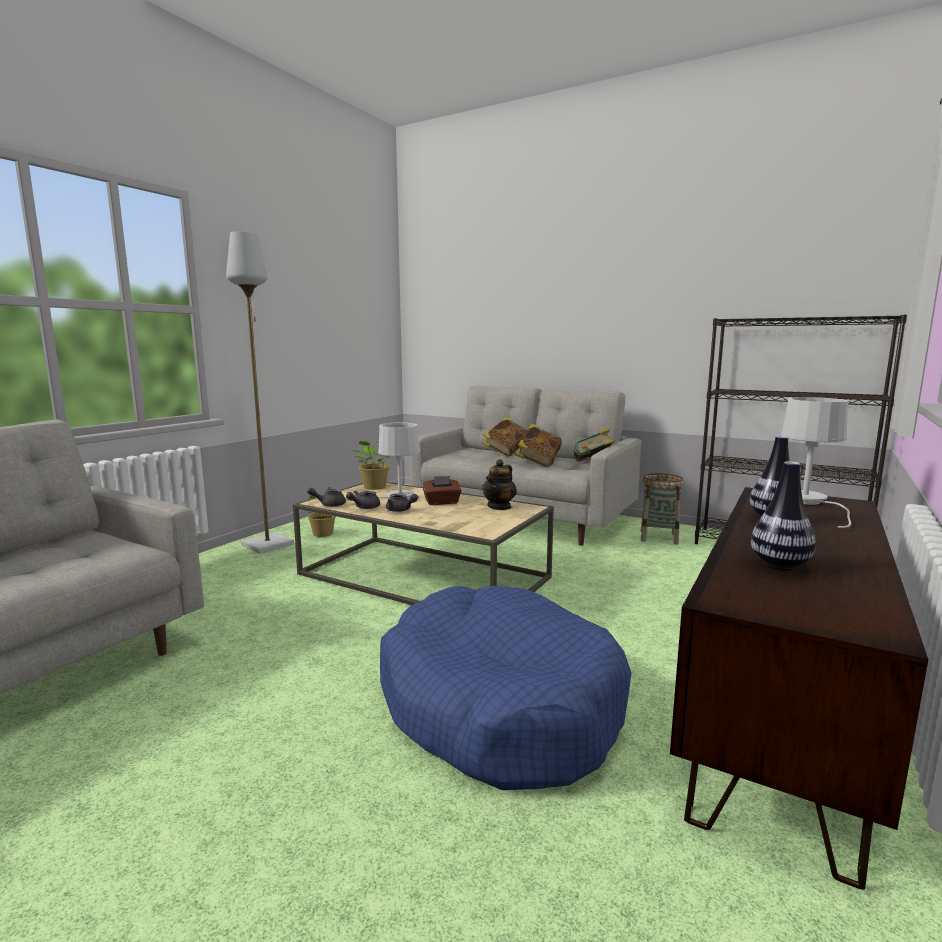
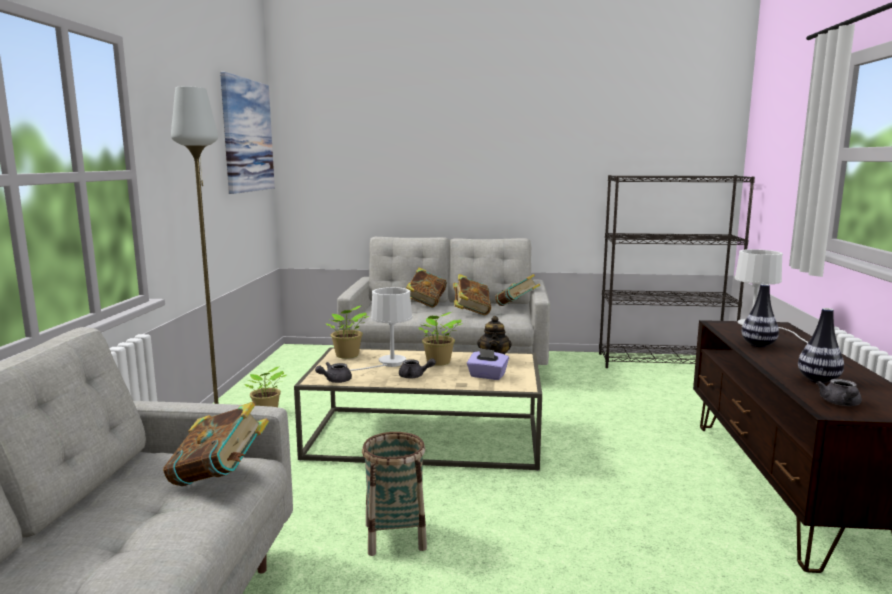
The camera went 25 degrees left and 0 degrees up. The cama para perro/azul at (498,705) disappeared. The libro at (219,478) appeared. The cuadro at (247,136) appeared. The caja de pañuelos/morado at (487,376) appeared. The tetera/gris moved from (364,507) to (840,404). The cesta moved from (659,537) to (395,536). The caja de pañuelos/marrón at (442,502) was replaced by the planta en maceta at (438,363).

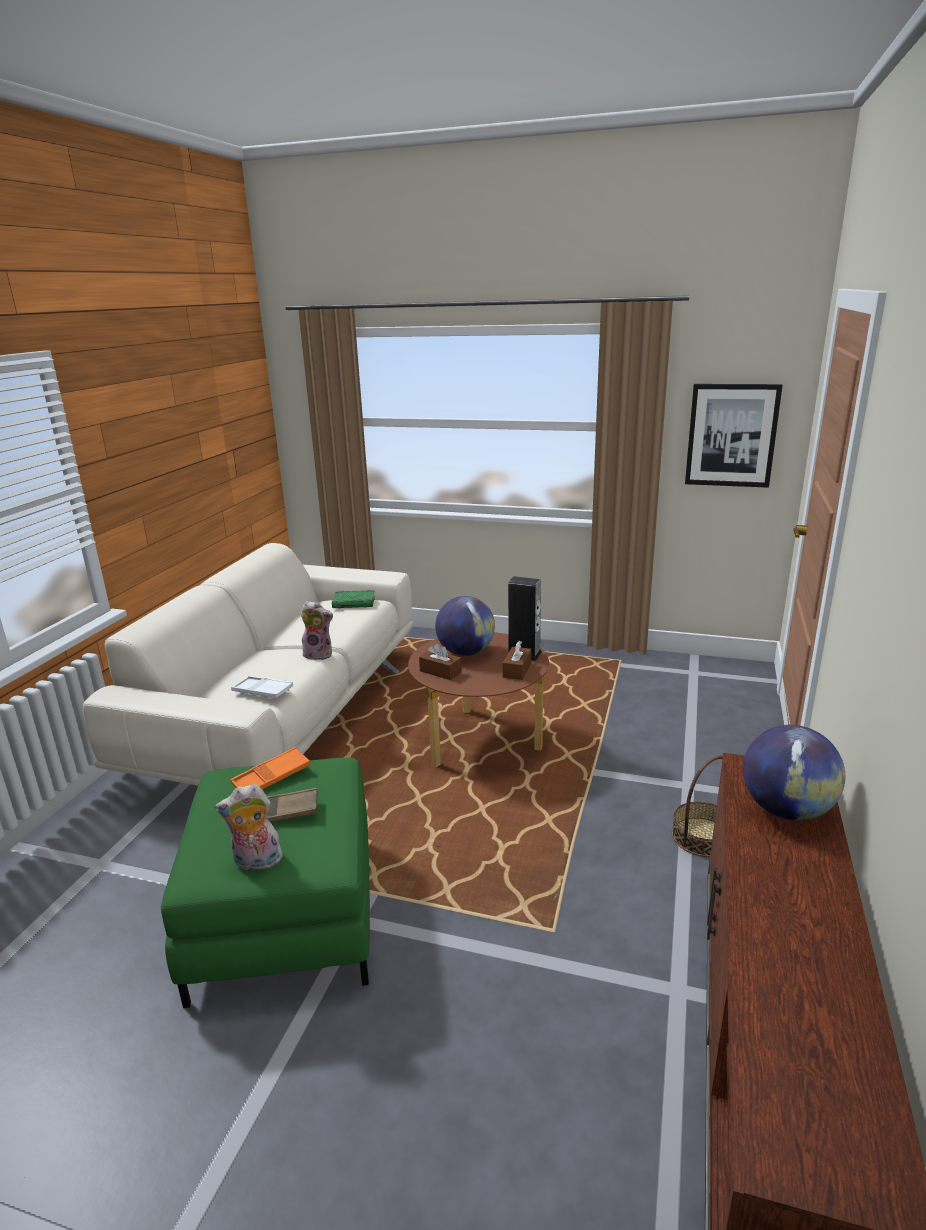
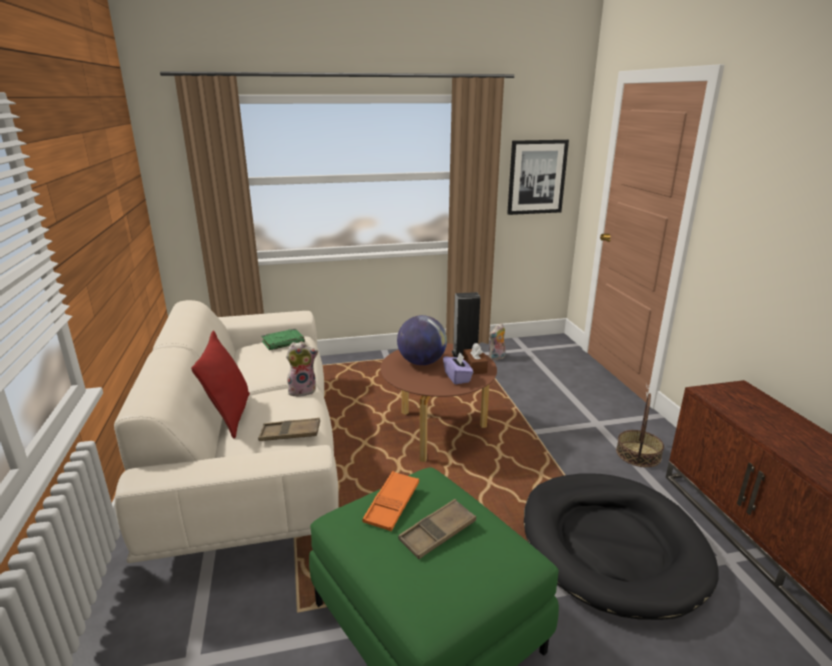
The camera went 30 degrees left and 0 degrees up. The caja de pañuelos/marrón at (440,671) disappeared. The globo terráqueo at (786,810) disappeared. The cojín/rojo at (230,415) appeared. The caja de pañuelos/morado at (457,377) appeared. The cama para perro/negro at (611,545) appeared. The peluche moved from (256,862) to (497,358). The bandeja/blanco at (262,691) became the bandeja/marrón at (290,434).

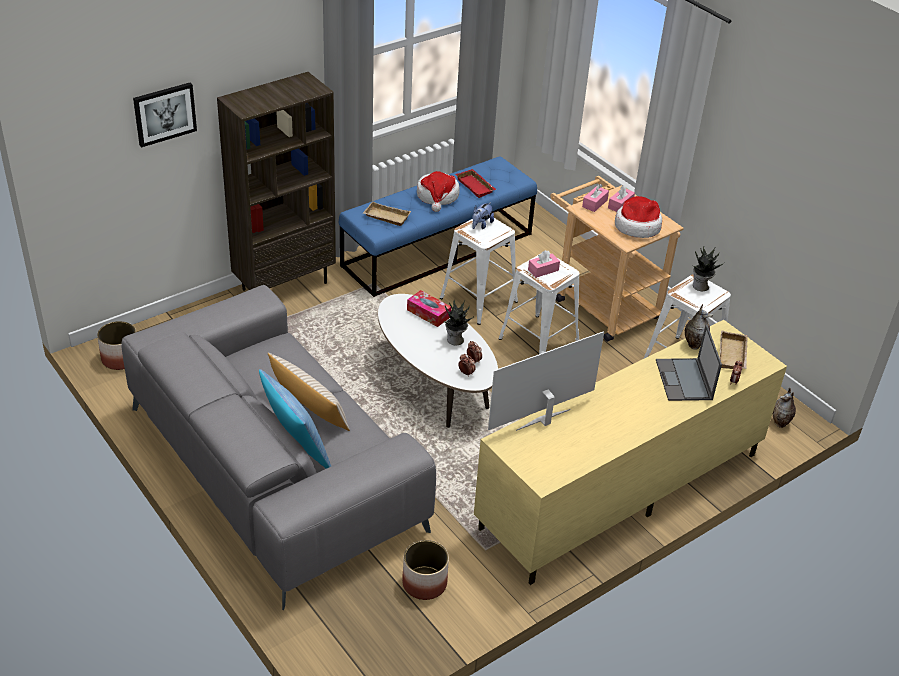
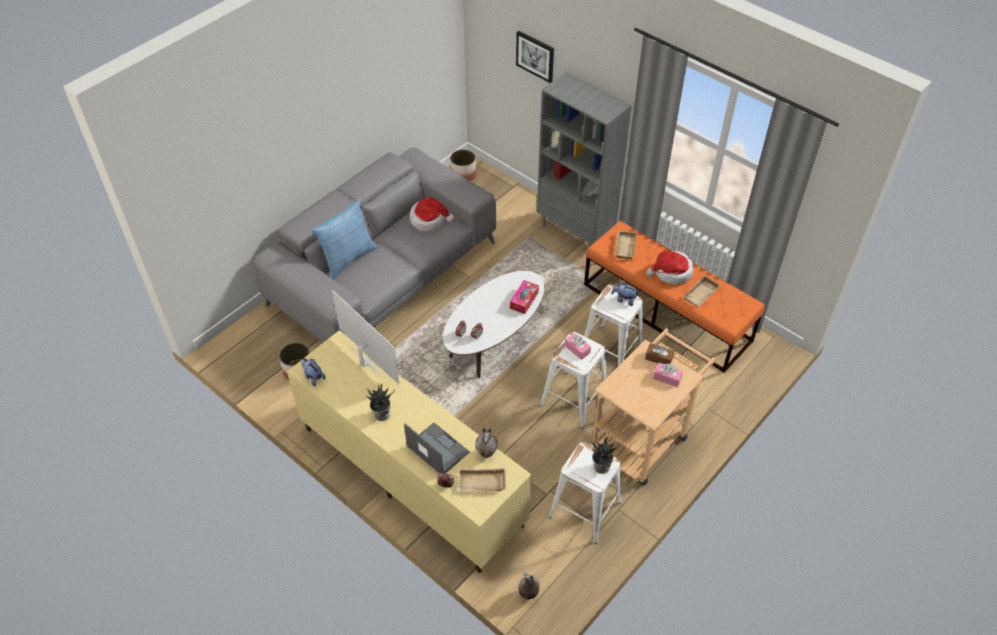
The camera went 80 degrees right and 10 degrees up. The cojín/beis at (309,408) disappeared. The peluche at (313,377) appeared. The planta en maceta moved from (455,340) to (381,414). The sombrero moved from (637,226) to (429,220). The estantería/marrón at (285,285) became the estantería/gris at (575,232). The banco/azul at (438,249) became the banco/naranja at (667,312). The bandeja/rojo at (476,186) became the bandeja/beis at (701,295). The caja de pañuelos/rosa at (594,203) became the caja de pañuelos/marrón at (659,358). The portátil at (684,380) turned 60 degrees clockwise.

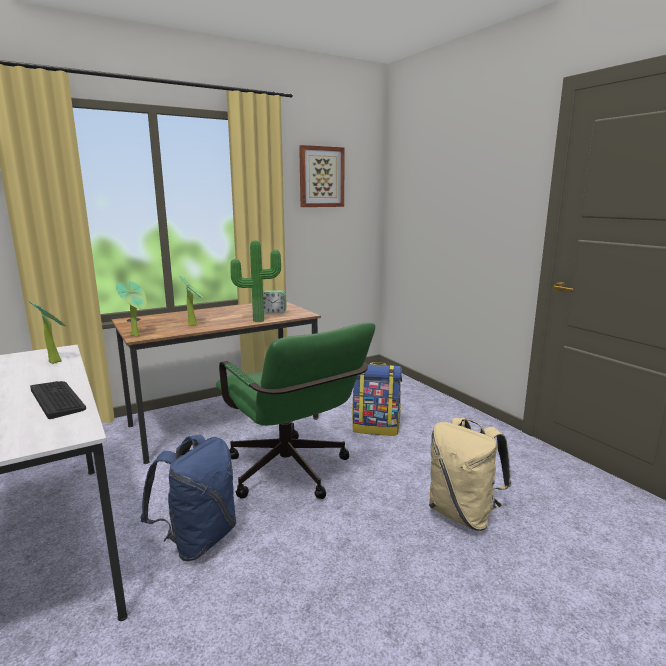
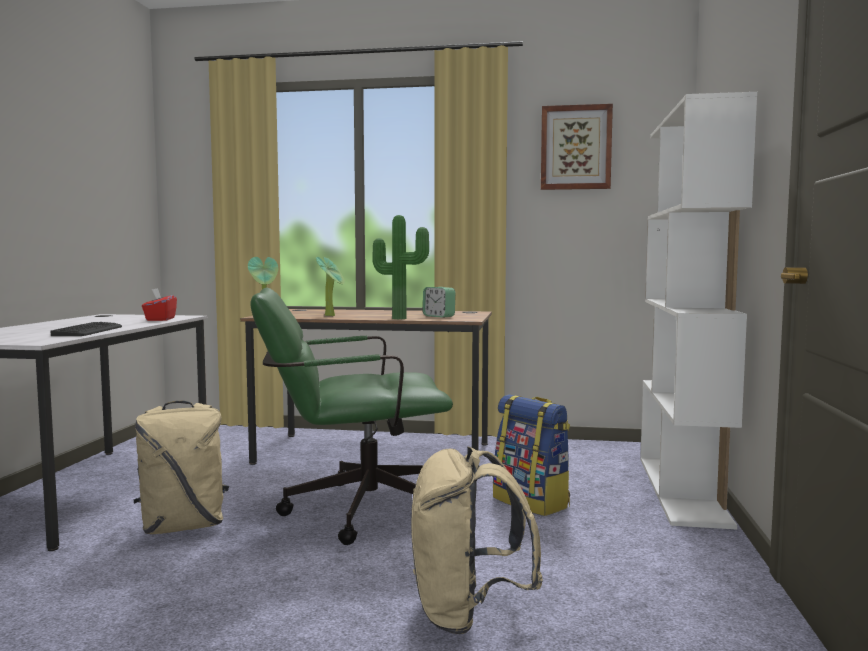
The camera went 40 degrees right and 10 degrees down. The estantería/blanco at (683,490) appeared. The planta en maceta at (56,361) was replaced by the caja de pañuelos/rojo at (160,319). The mochila/azul at (198,540) became the mochila/beis at (183,526). The silla de oficina/verde at (292,475) turned 75 degrees clockwise.

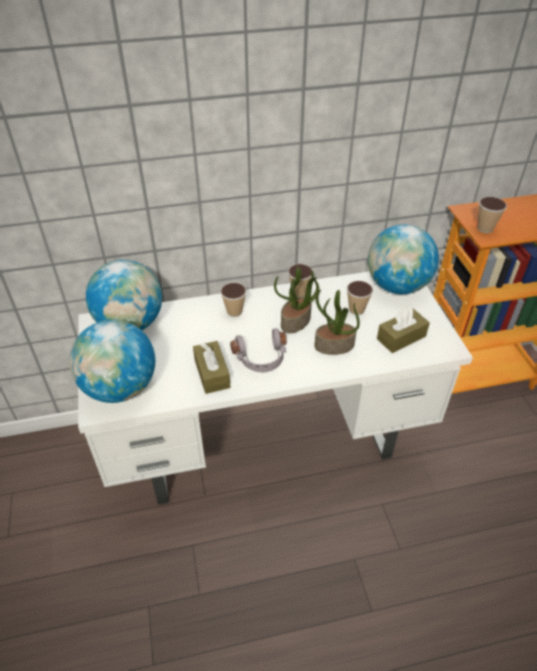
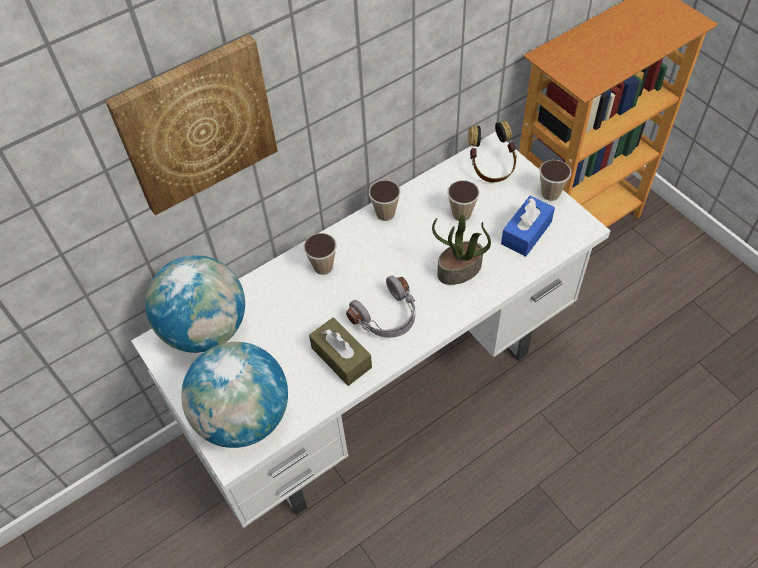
The camera went 20 degrees left and 10 degrees up. The planta en maceta at (296,322) disappeared. The cuadro at (196,124) appeared. The taza moved from (485,228) to (550,194). The globo terráqueo at (397,286) was replaced by the auriculares at (491,167). The caja de pañuelos/marrón at (401,337) became the caja de pañuelos/azul at (526,233).

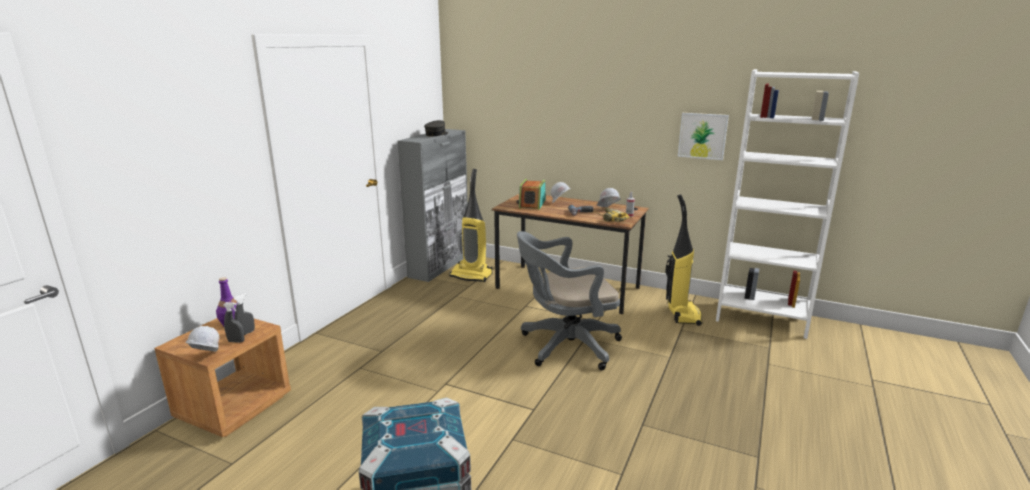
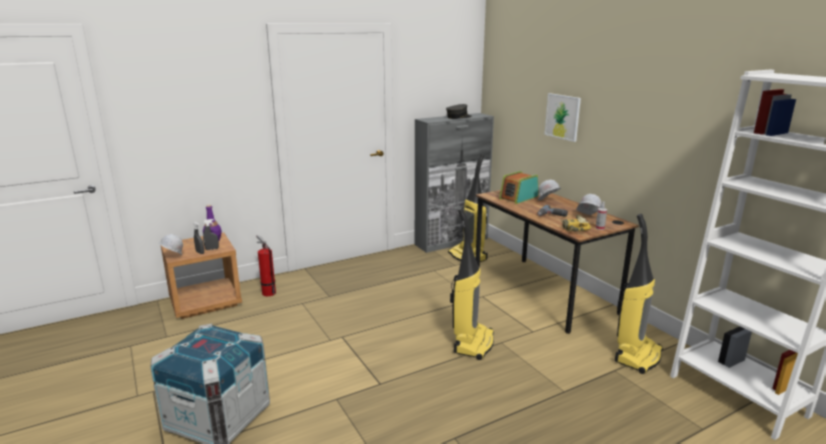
The camera went 35 degrees right and 0 degrees up. The extintor at (268,292) appeared. The cuadro moved from (702,136) to (562,116). The silla de oficina/gris at (565,346) was replaced by the aspiradora at (472,343).

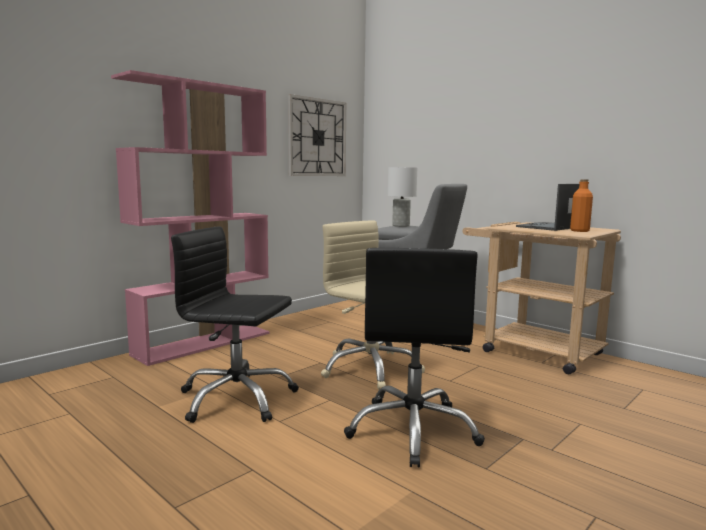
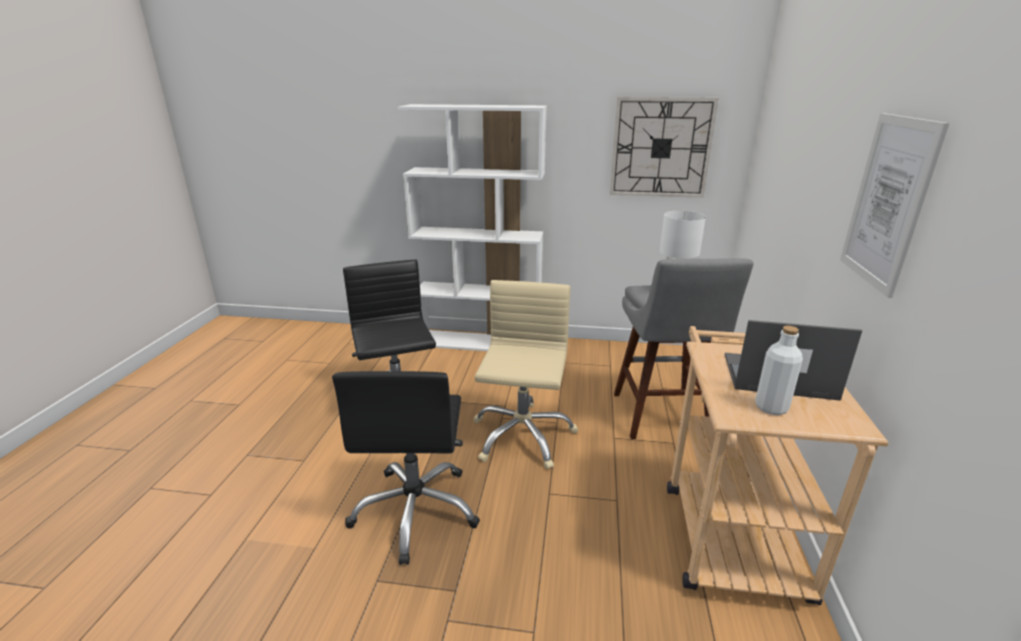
The camera went 55 degrees right and 15 degrees up. The cuadro at (887,202) appeared. The estantería/rosa at (204,343) became the estantería/blanco at (480,342). The botella/naranja at (579,231) became the botella/blanco at (771,407). The silla de oficina/negro at (413,430) turned 60 degrees counterclockwise.

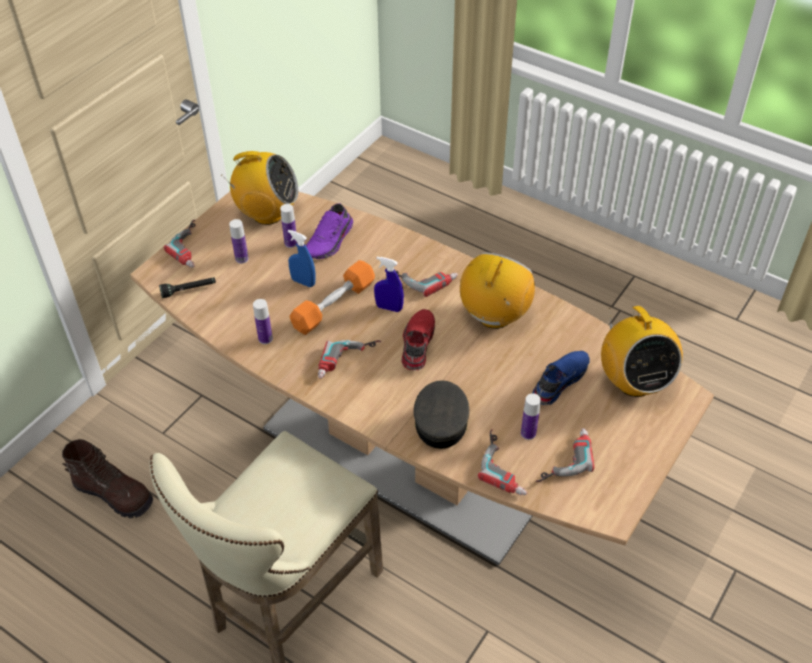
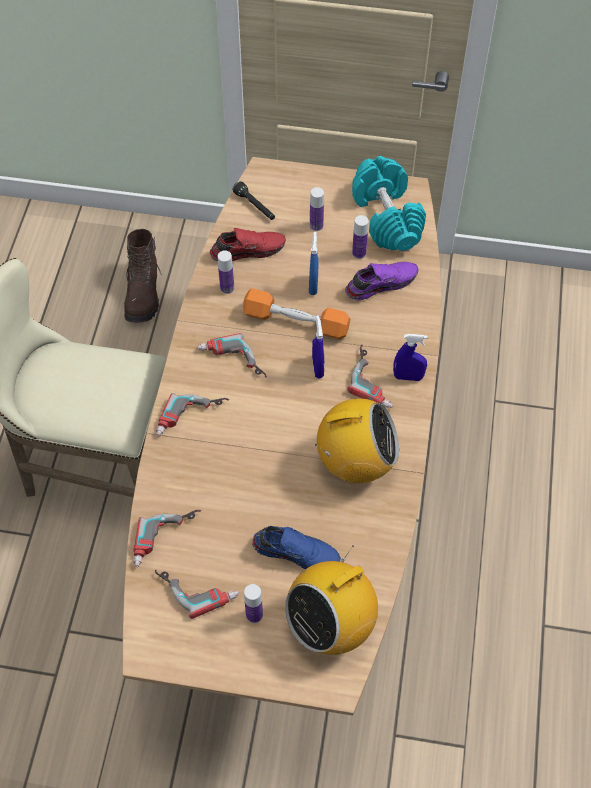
The camera went 65 degrees right and 10 degrees up. The gorra/gris at (441,420) disappeared. The pulverizador/azul at (408,377) appeared. The taladro moved from (193,247) to (191,419). The zapato/rojo moved from (416,344) to (248,249). The botella moved from (528,433) to (254,615). The radio at (267,214) was replaced by the mancuerna/turquesa at (387,217). The zapato/morado at (330,241) turned 150 degrees clockwise.

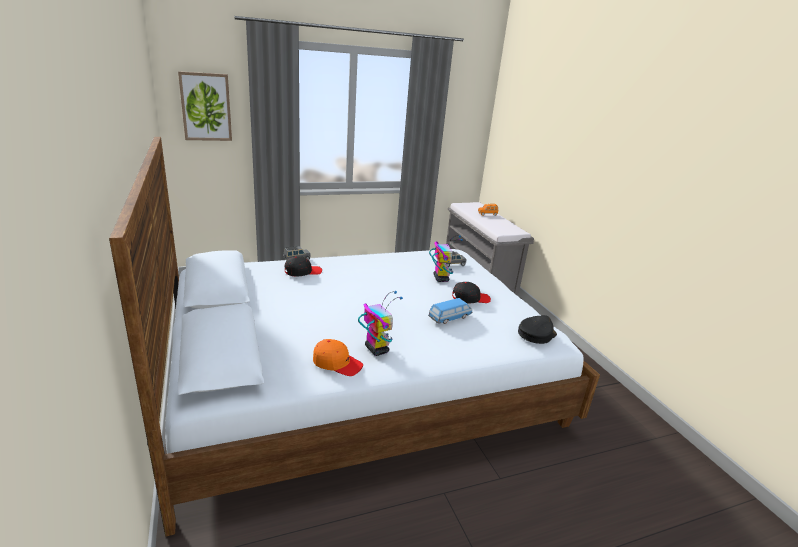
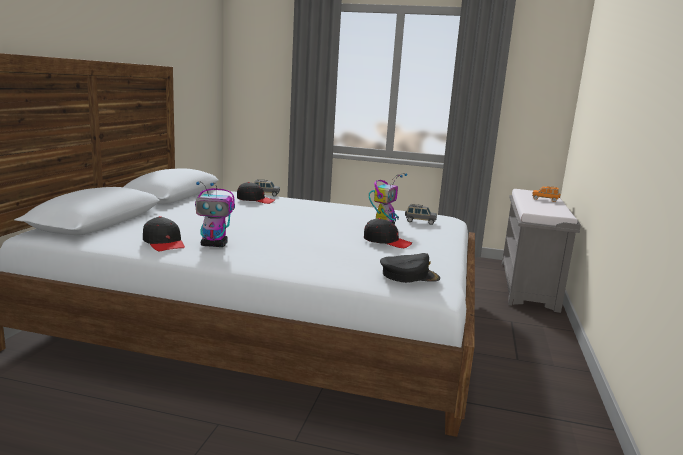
The camera went 35 degrees right and 10 degrees down. The cuadro at (206,107) disappeared. The coche de juguete at (450,317) disappeared. The gorra/naranja at (337,363) became the gorra/negro at (164,243). The robot de juguete at (376,349) turned 90 degrees clockwise.

